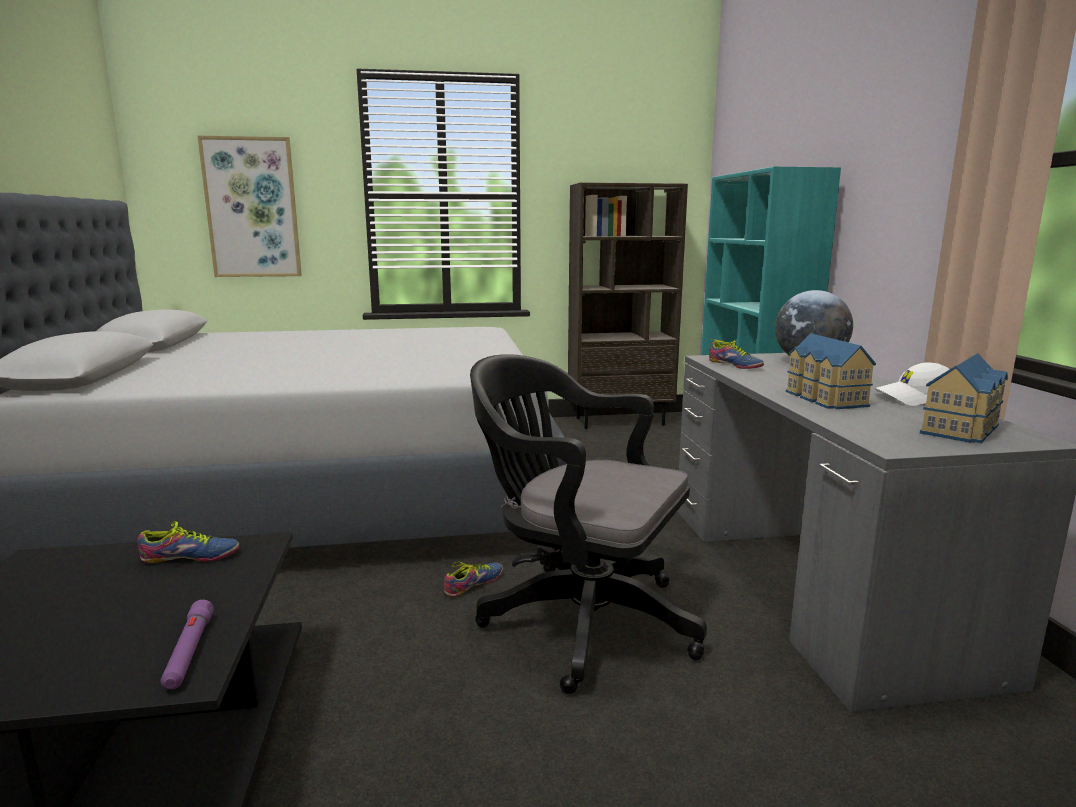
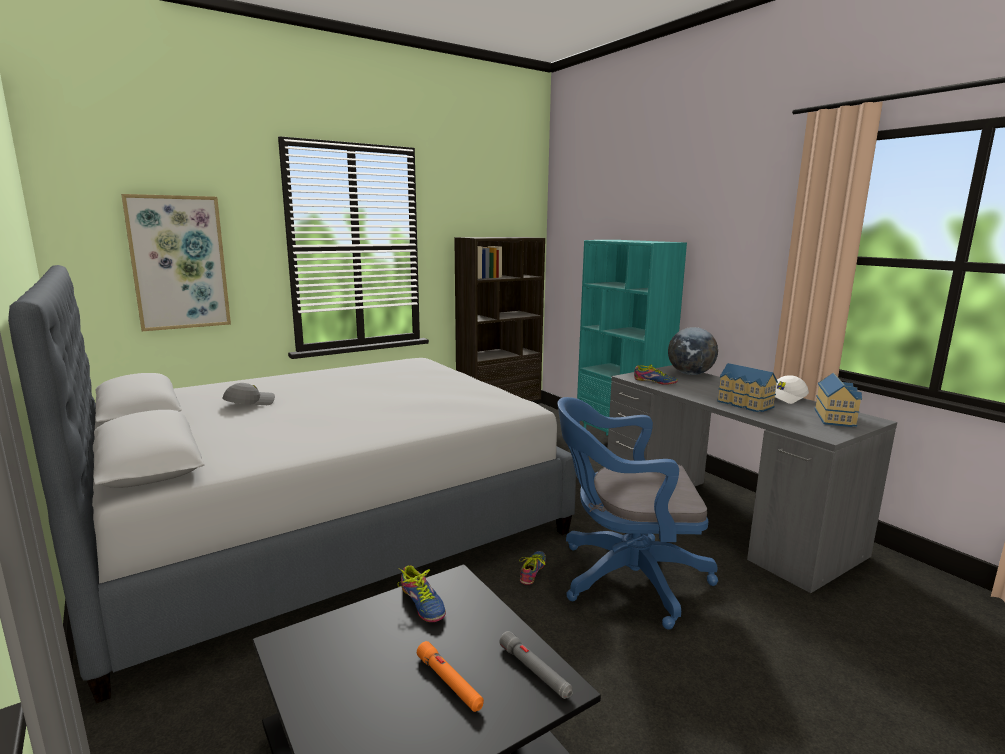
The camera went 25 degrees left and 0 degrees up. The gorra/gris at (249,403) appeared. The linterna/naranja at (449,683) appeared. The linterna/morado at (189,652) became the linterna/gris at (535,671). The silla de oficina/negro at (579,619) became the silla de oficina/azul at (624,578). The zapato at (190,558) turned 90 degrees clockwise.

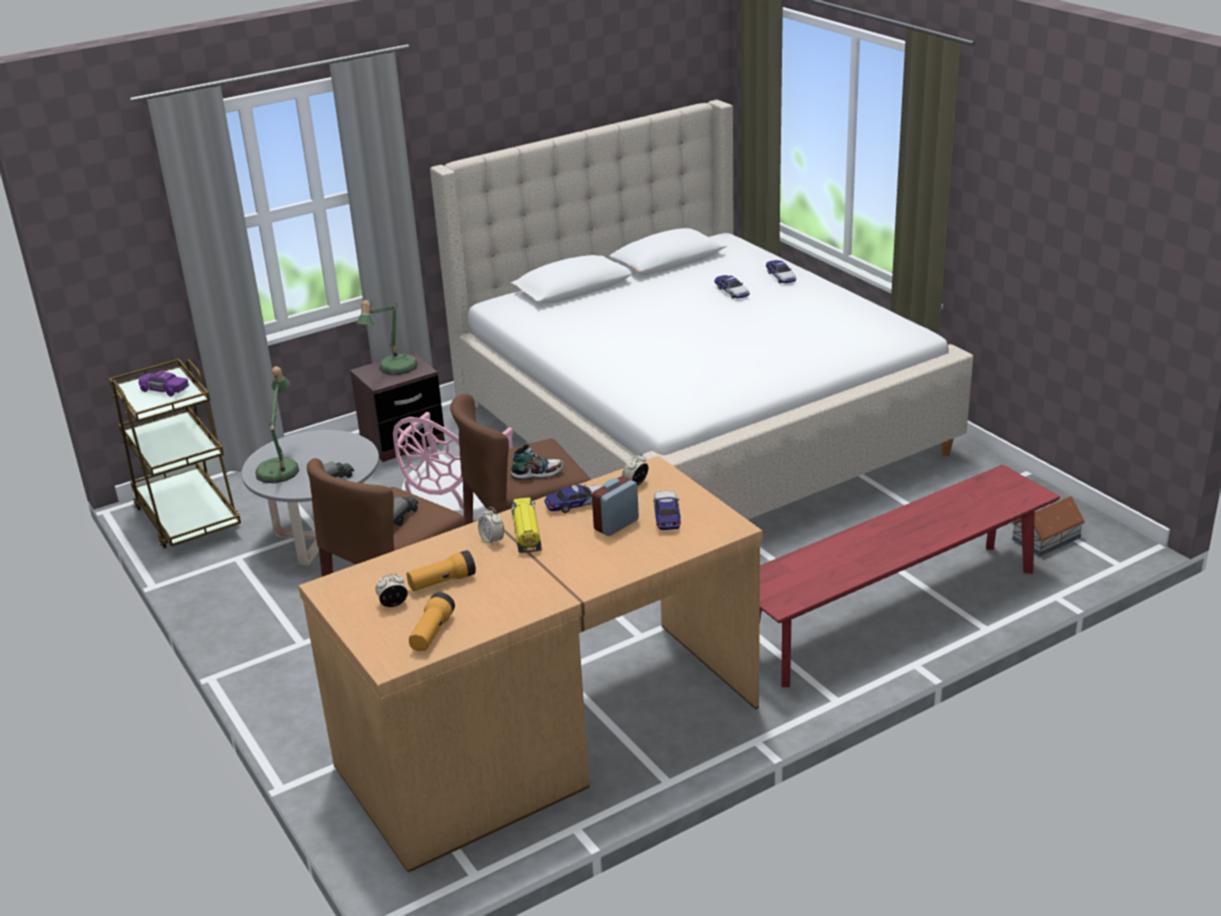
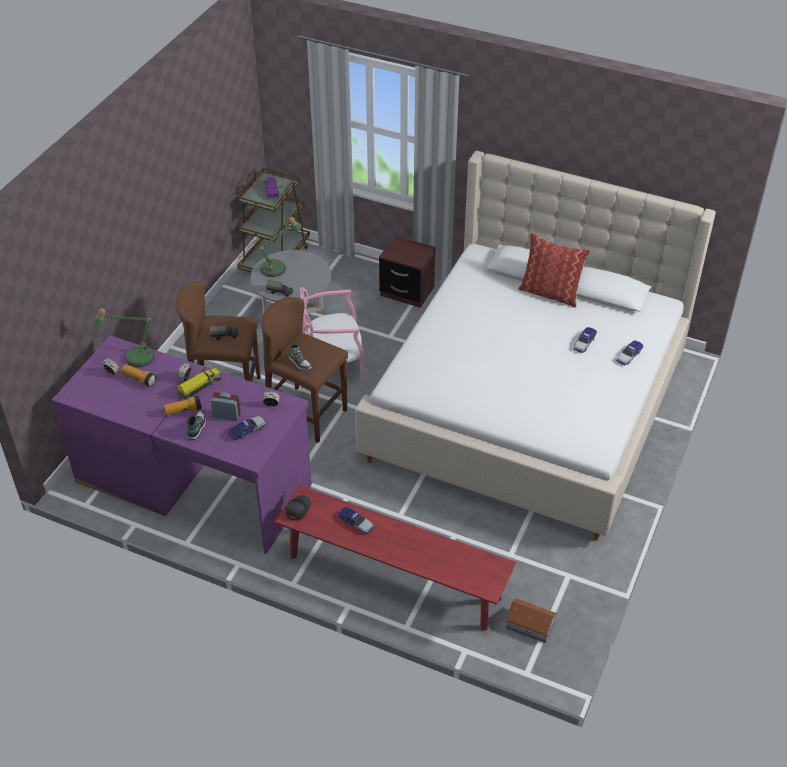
The camera went 55 degrees right and 15 degrees up. The zapato at (196,428) appeared. The gorra/negro at (297,509) appeared. The cojín at (550,293) appeared. The lámpara de mesa moved from (394,369) to (134,357). The linterna moved from (432,633) to (183,411). The coche de juguete moved from (578,504) to (356,523). The escritorio/marrón at (548,734) became the escritorio/morado at (194,481).

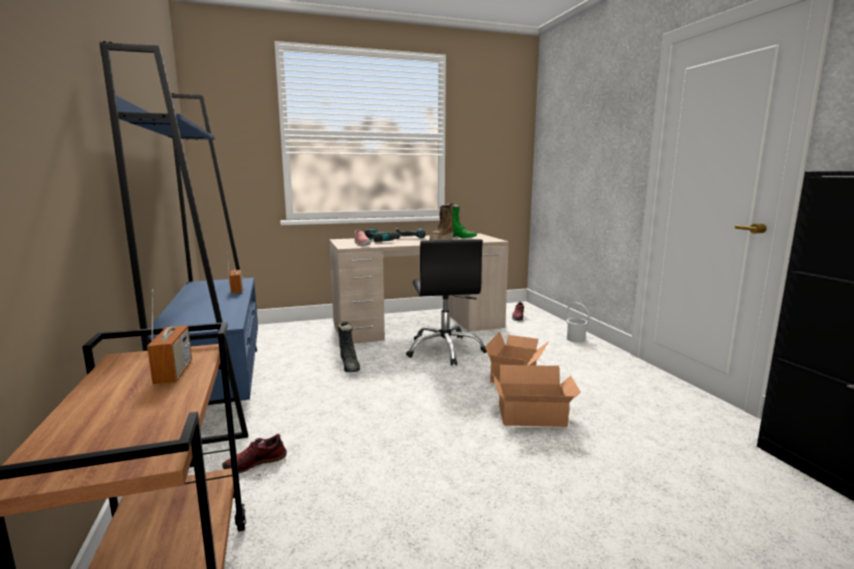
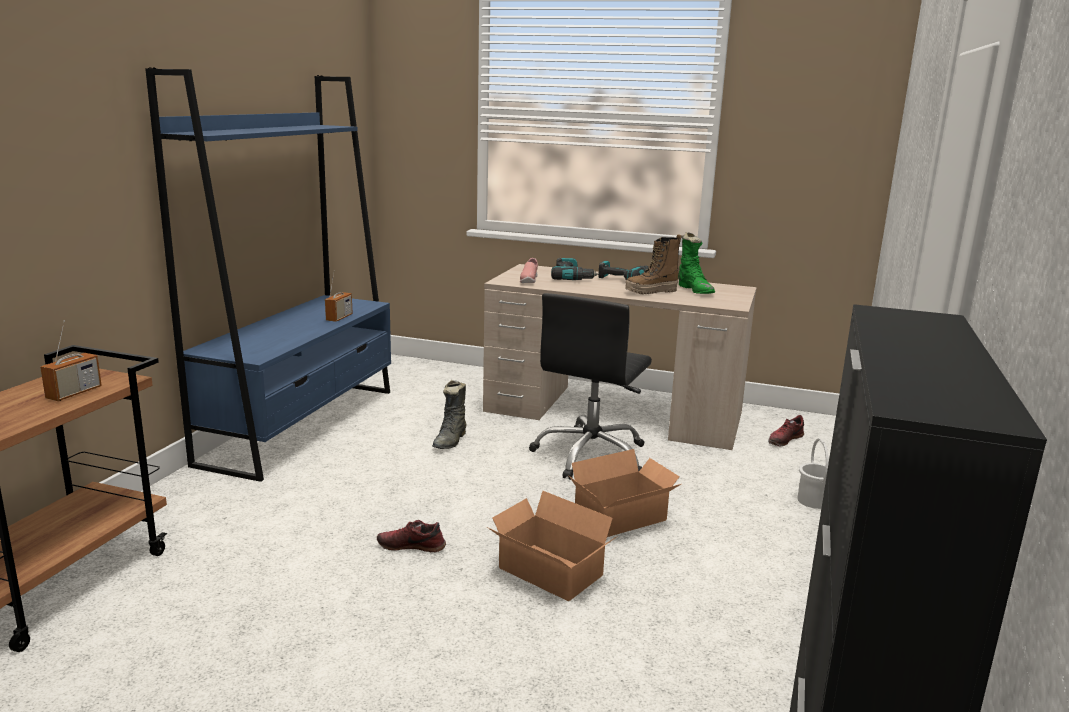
The camera went 35 degrees right and 5 degrees up. The zapato moved from (255,462) to (412,546).

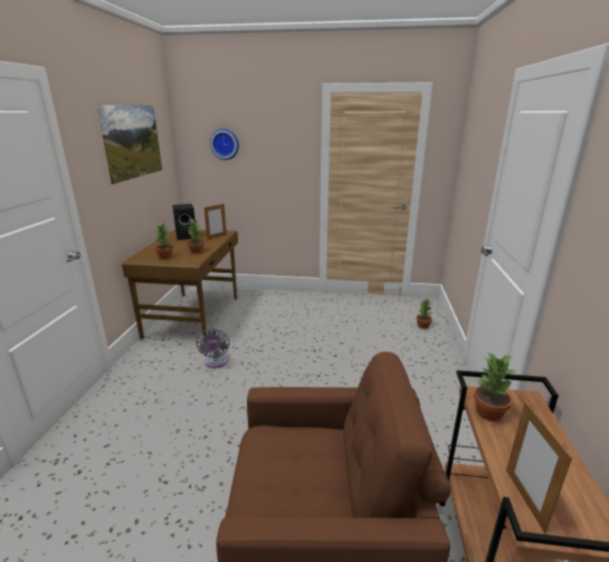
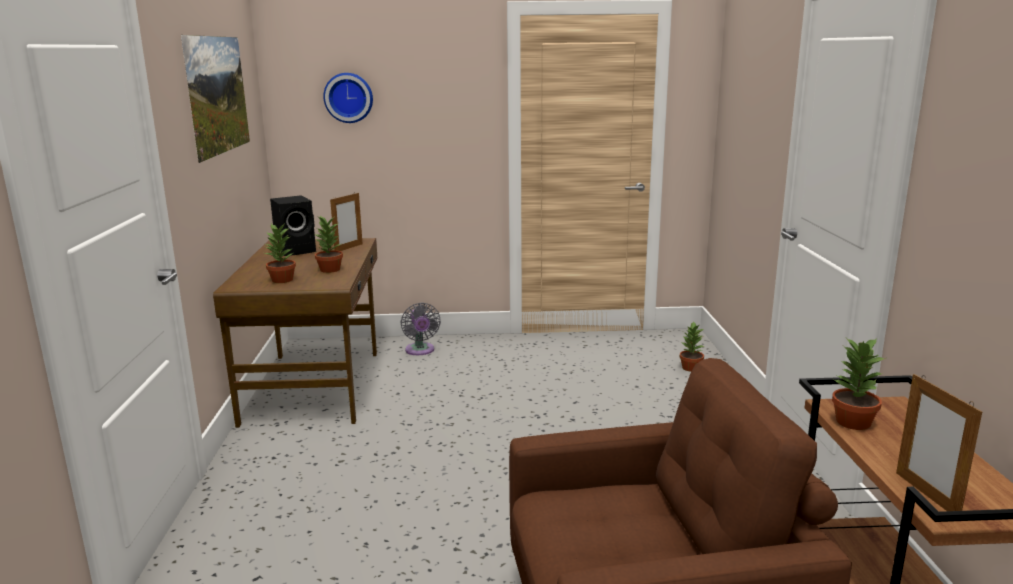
The camera went 10 degrees left and 5 degrees down. The ventilador/gris moved from (216,362) to (420,351).

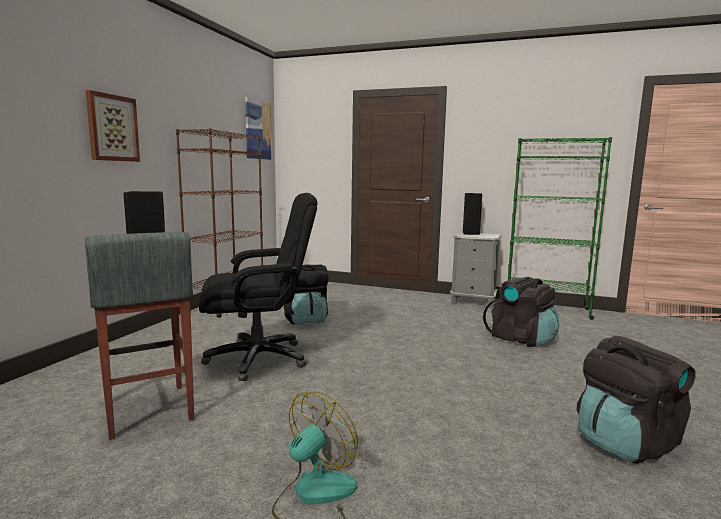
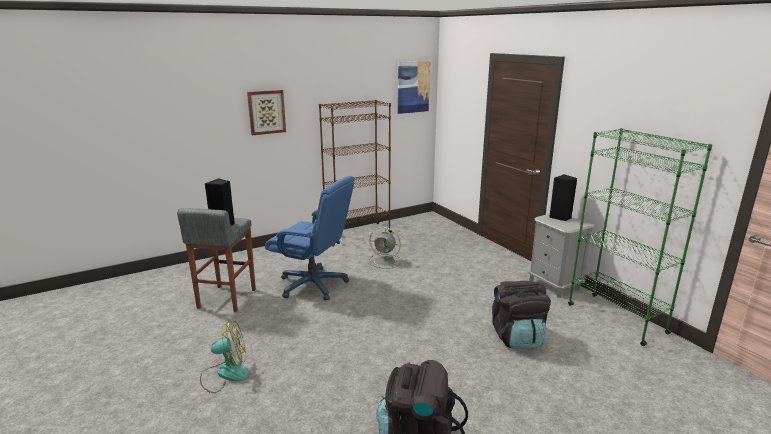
The camera went 40 degrees right and 10 degrees up. The mochila/negro at (305,319) was replaced by the ventilador/gris at (386,261). The silla de oficina/negro at (259,358) became the silla de oficina/azul at (313,285).

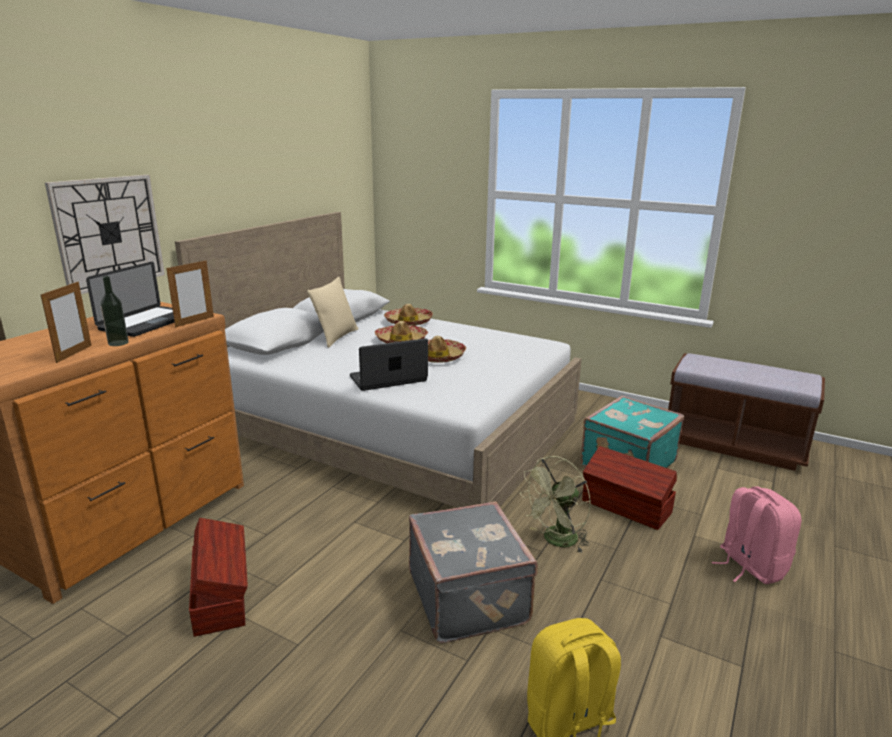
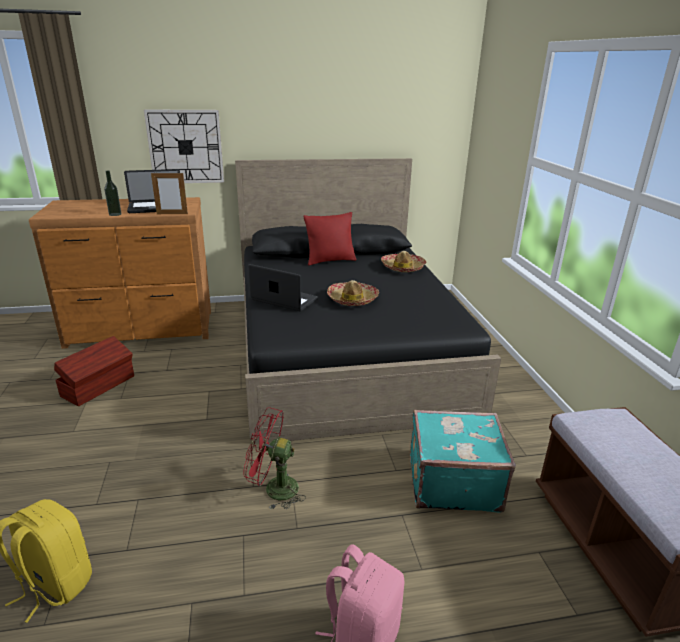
The camera went 50 degrees right and 5 degrees up. The portarretratos at (74,353) disappeared. The sombrero at (401,341) disappeared. The maleta/gris at (469,597) disappeared. The caja de almacenaje/marrón at (626,507) disappeared. The cama/blanco at (395,427) became the cama/negro at (344,350). The cojín/beis at (336,337) became the cojín/rojo at (330,260). The ventilador/verde at (556,541) became the ventilador/rojo at (274,488).

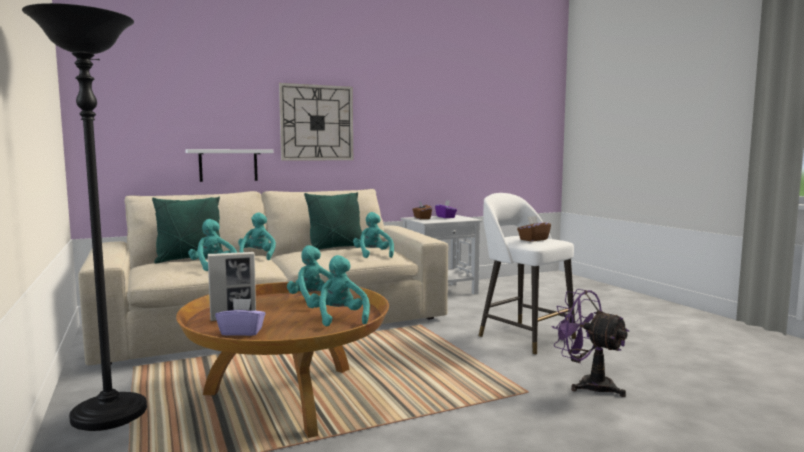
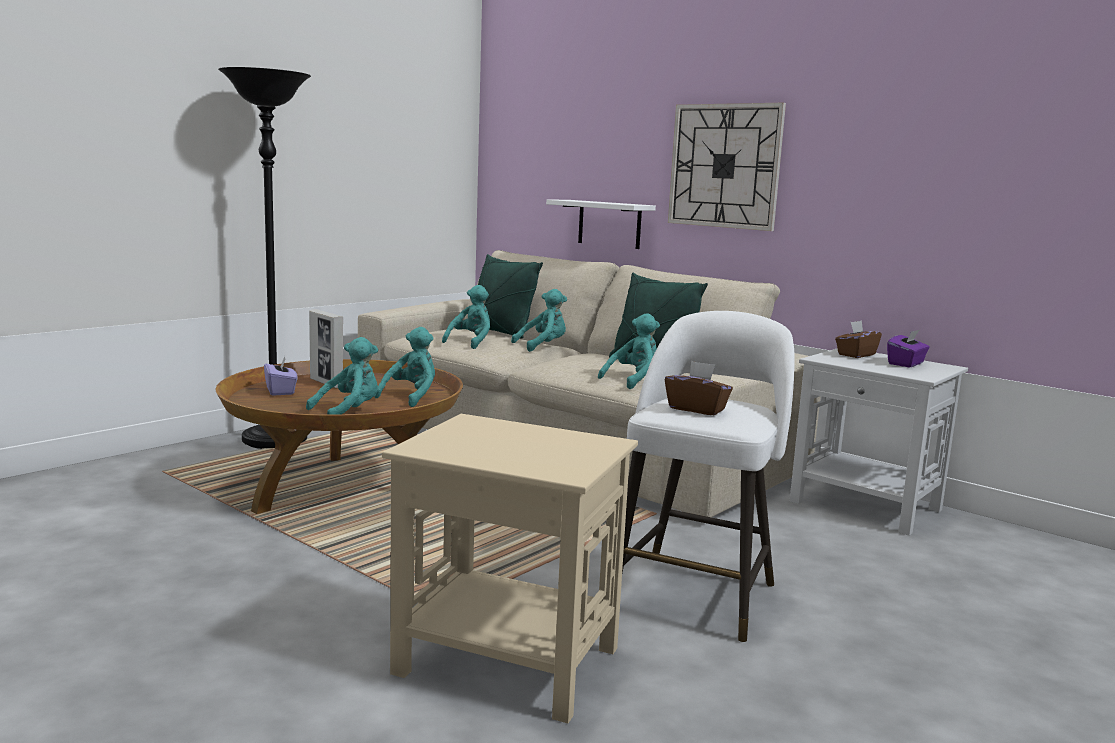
The camera went 65 degrees right and 5 degrees up. The ventilador/morado at (588,384) was replaced by the mesa auxiliar/beis at (505,660).

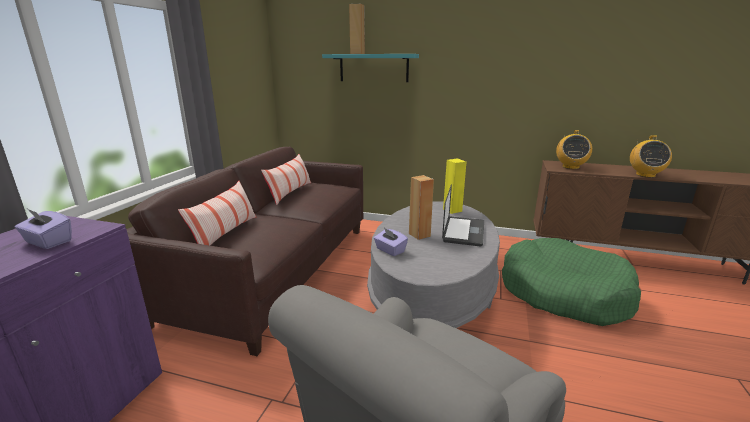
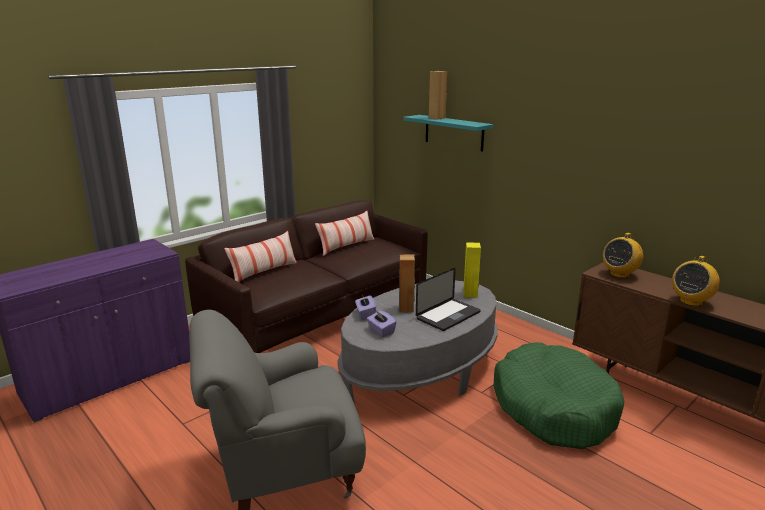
The camera went 30 degrees right and 0 degrees up. The caja de pañuelos/morado moved from (48,242) to (381,331).

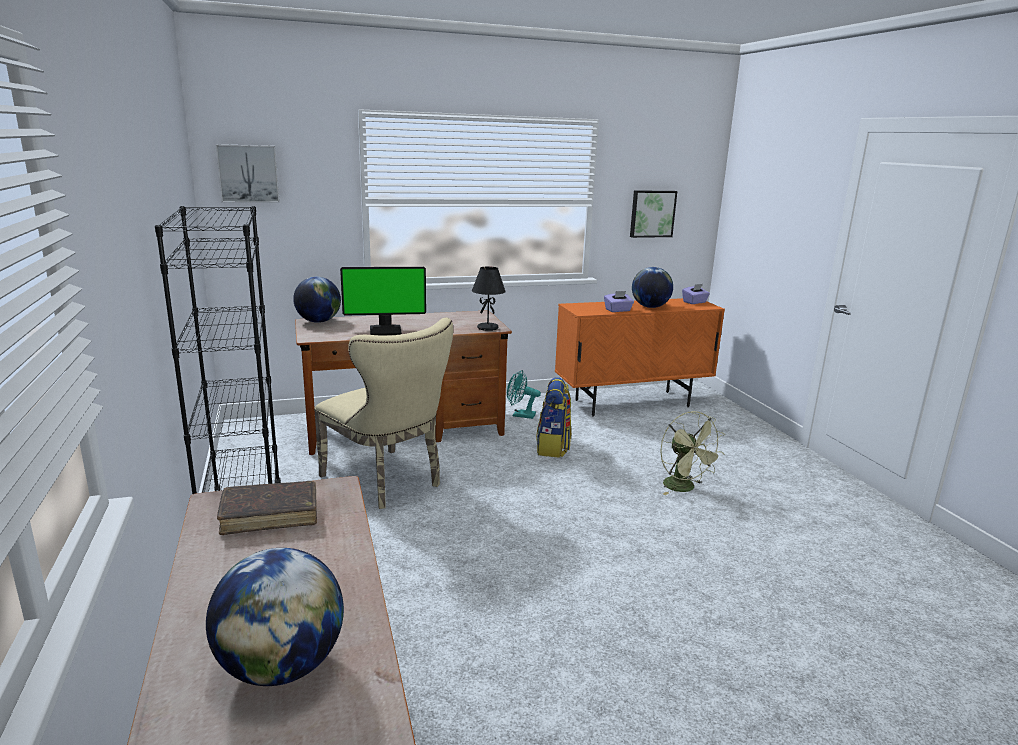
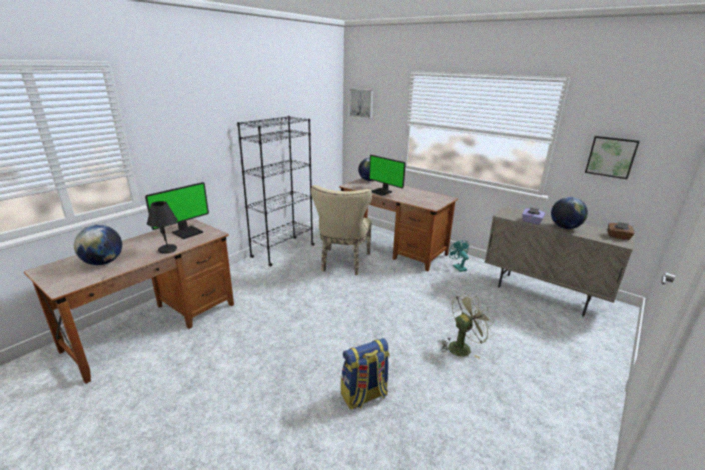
The camera went 55 degrees right and 5 degrees up. The lámpara de mesa/negro moved from (488,328) to (168,250). The mochila moved from (553,447) to (364,396). The libro/marrón at (270,515) was replaced by the monitor at (187,232). The armario/naranja at (632,403) became the armario/beis at (543,294). The caja de pañuelos/morado at (694,302) became the caja de pañuelos/marrón at (618,237). The ventilador/verde at (684,488) turned 150 degrees counterclockwise.

